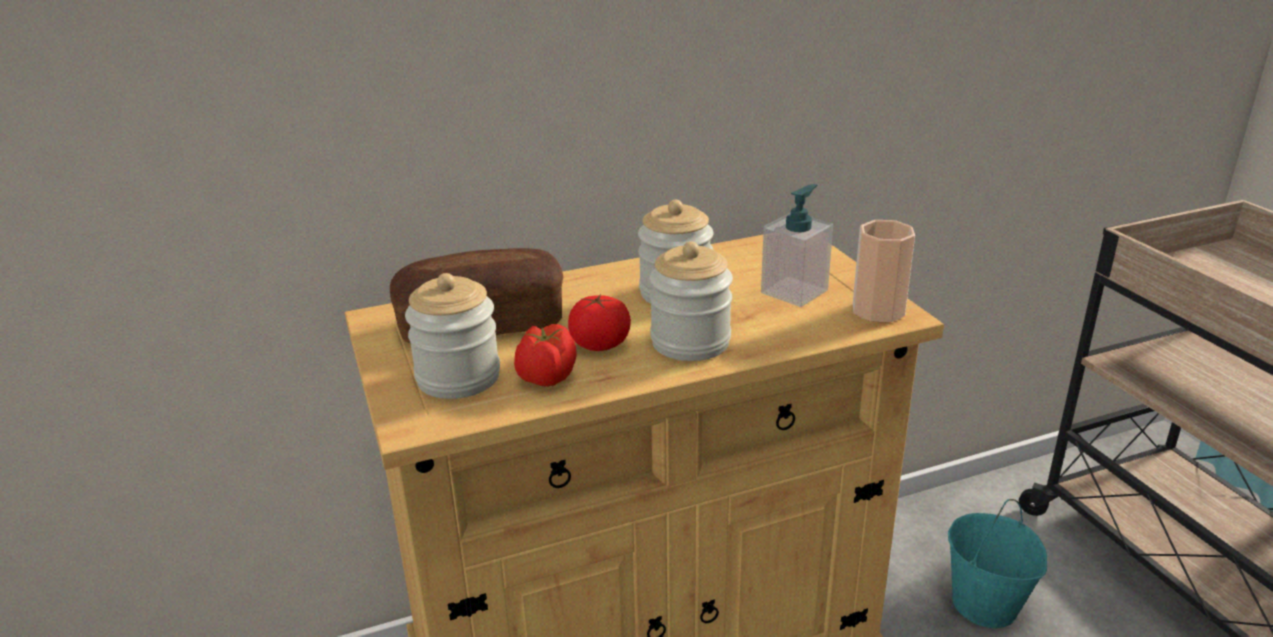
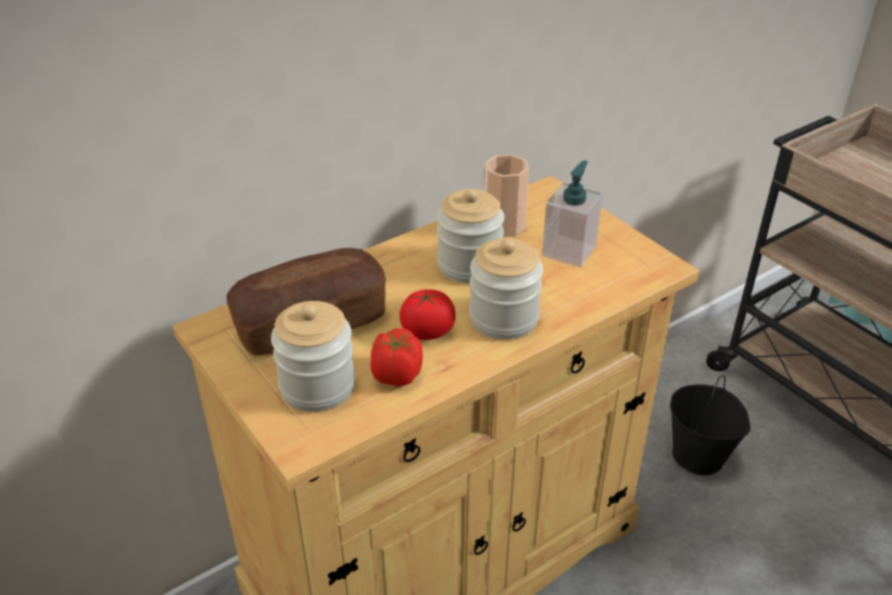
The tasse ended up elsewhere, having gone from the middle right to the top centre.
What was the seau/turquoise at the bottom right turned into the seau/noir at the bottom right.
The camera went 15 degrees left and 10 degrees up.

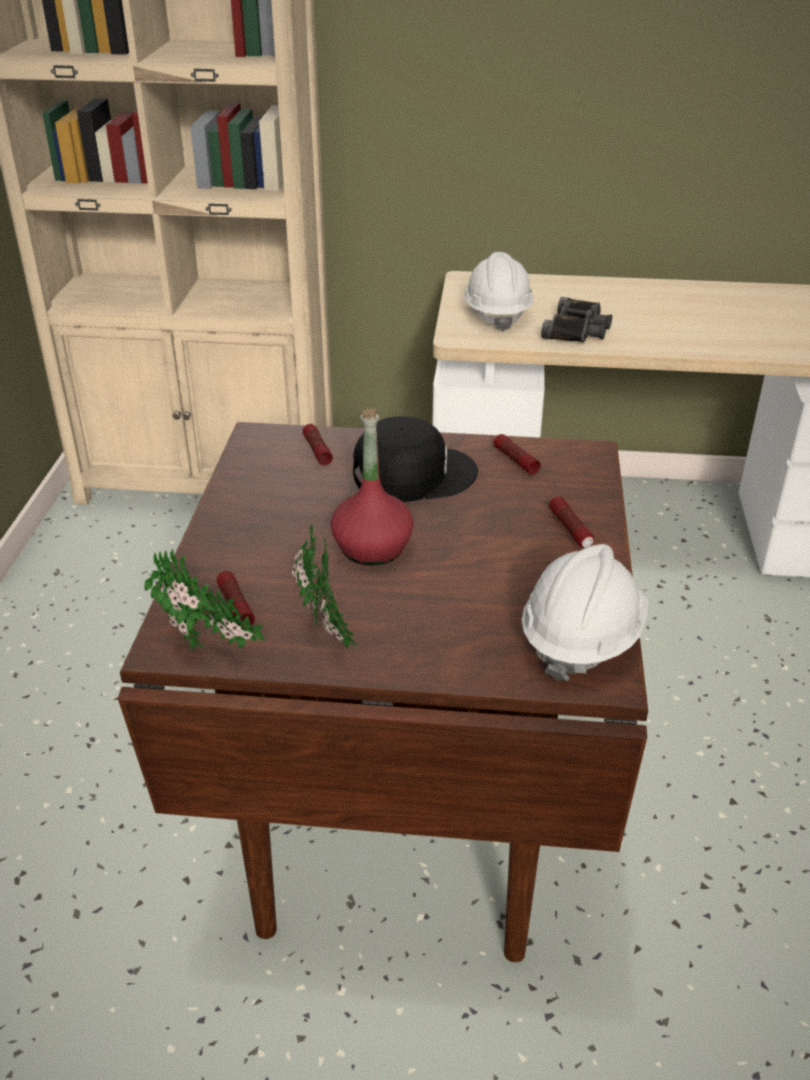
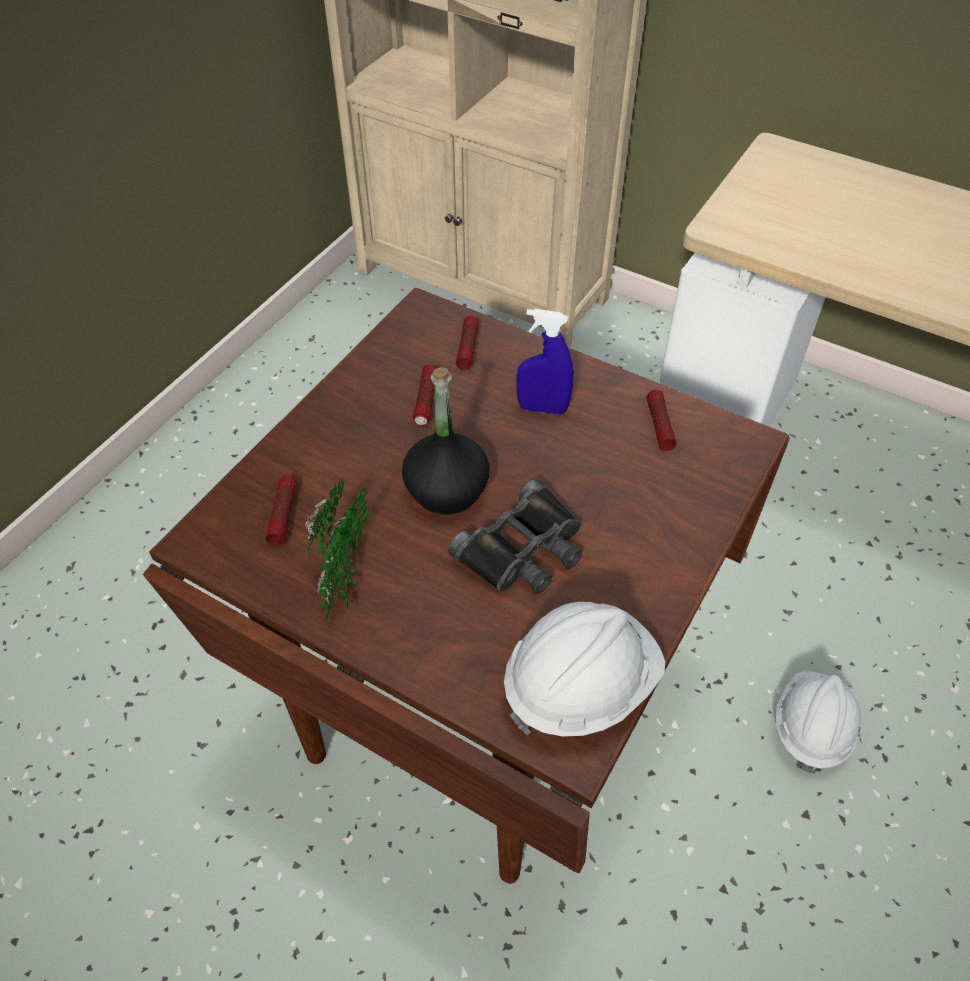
The second view lost the plante en pot (1st from left) at the middle left.
The casque de chantier/blanc (1st from left in the first image) ended up elsewhere, having gone from the top centre to the bottom right.
The jumelles/noir ended up elsewhere, having gone from the top right to the centre.
The lampe de poche (4th from left in the first image) ended up elsewhere, having gone from the middle right to the centre.
Where the casquette/noir stood at the centre, the vaporisateur/bleu came to stand at the centre.
What was the bouteille/rouge at the centre turned into the bouteille/noir at the centre.
The camera went 25 degrees right and 15 degrees up.

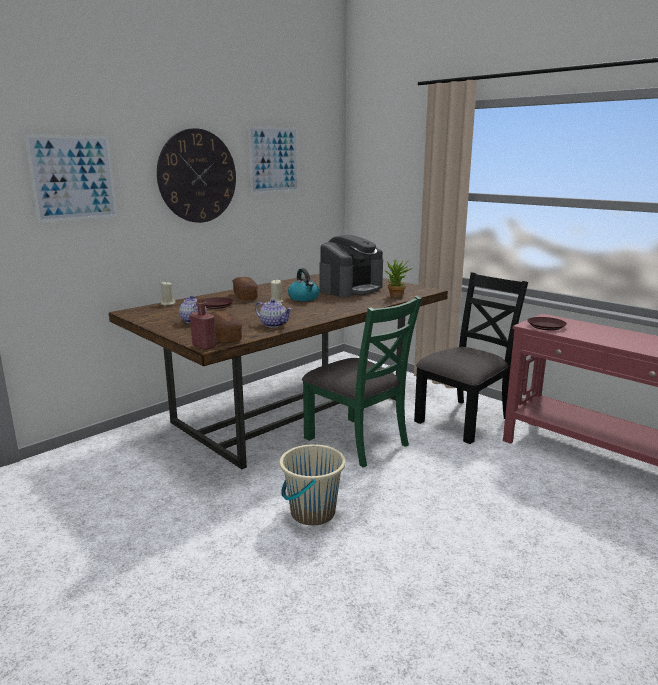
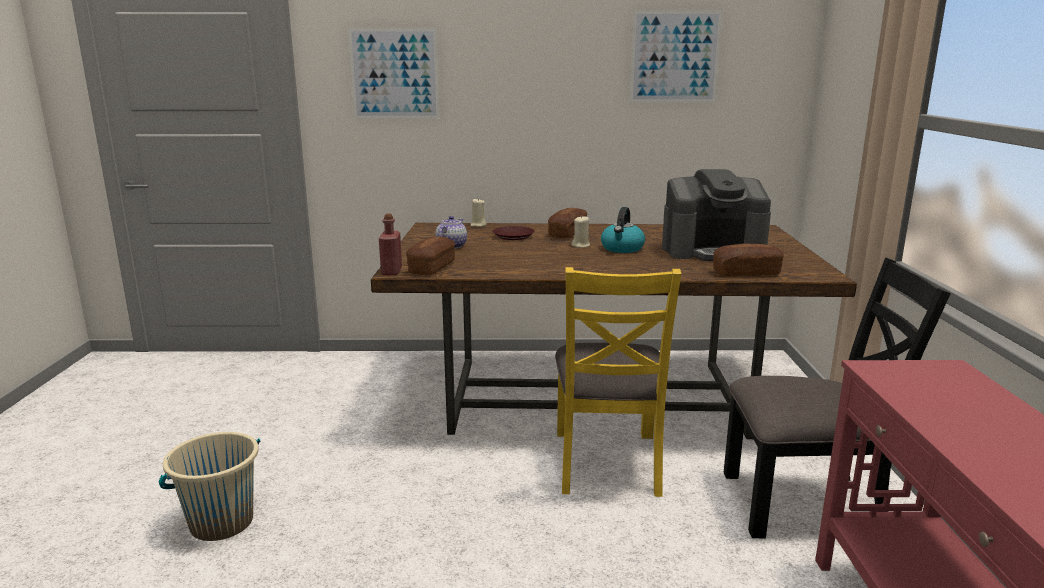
The second view lost the horloge murale at the top left.
The second view lost the théière (2nd from left) at the centre.
The second view lost the assiette/marron (2nd from left) at the middle right.
The seau/beige ended up elsewhere, having gone from the bottom centre to the bottom left.
Where the plante en pot stood at the centre, the pain (3rd from left) came to stand at the middle right.
What was the chaise/vert at the centre turned into the chaise/jaune at the centre.
The camera went 45 degrees right and 0 degrees up.

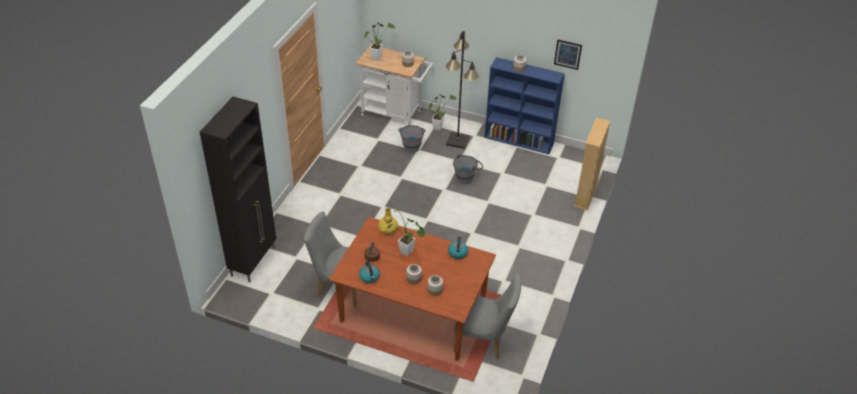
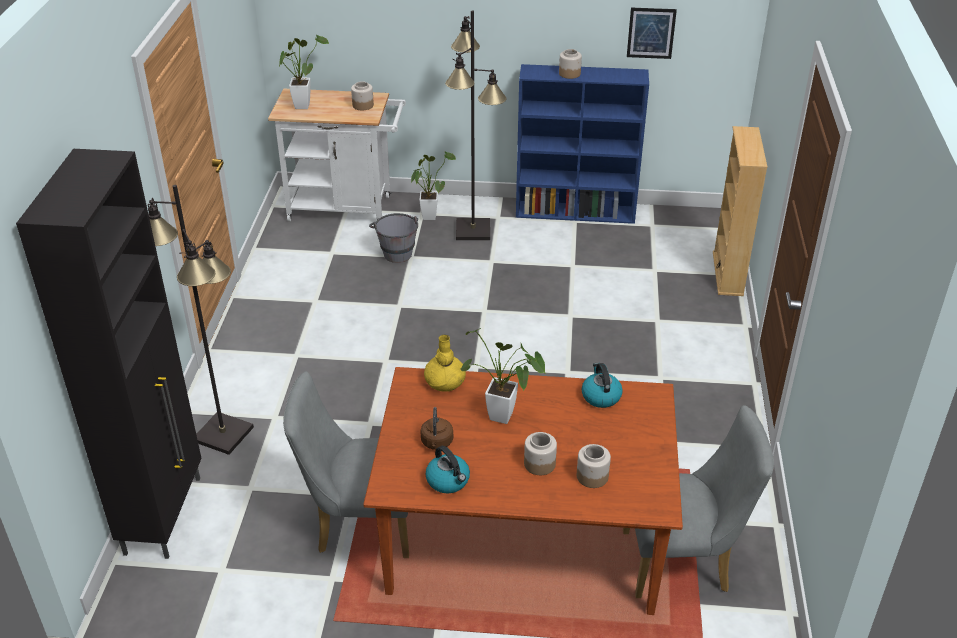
The second view lost the seau/gris (2nd from left) at the centre.
The second view gained the lampadaire/noir (1st from left) at the middle left.
The camera went 15 degrees left and 5 degrees down.

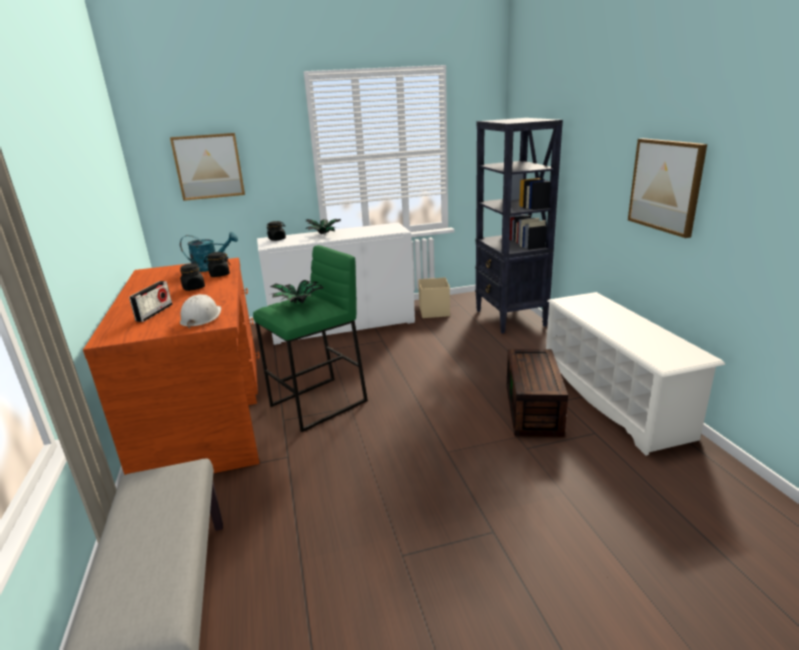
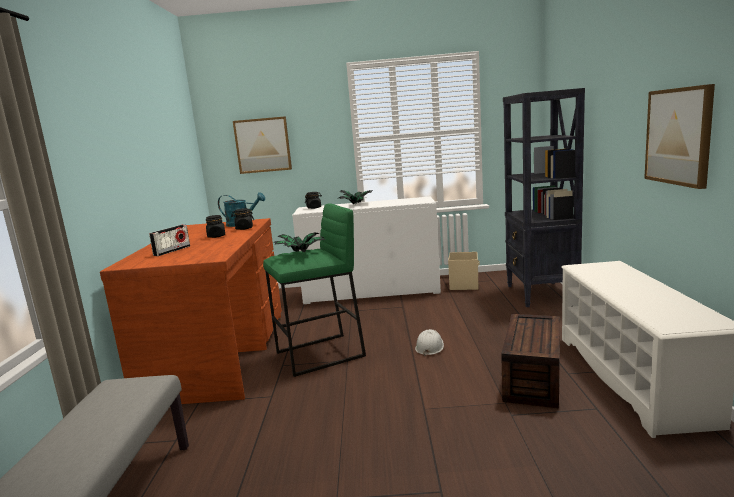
The casque de chantier/blanc ended up elsewhere, having gone from the middle left to the bottom centre.
The camera went 15 degrees right and 10 degrees down.

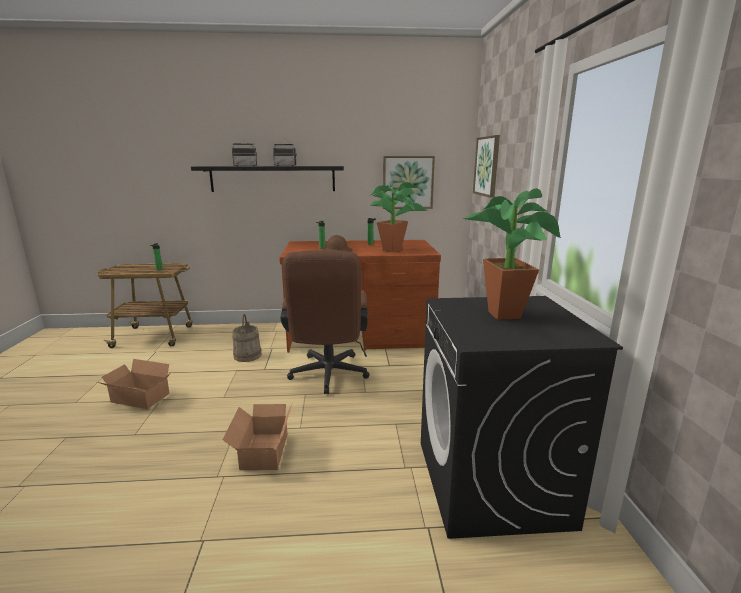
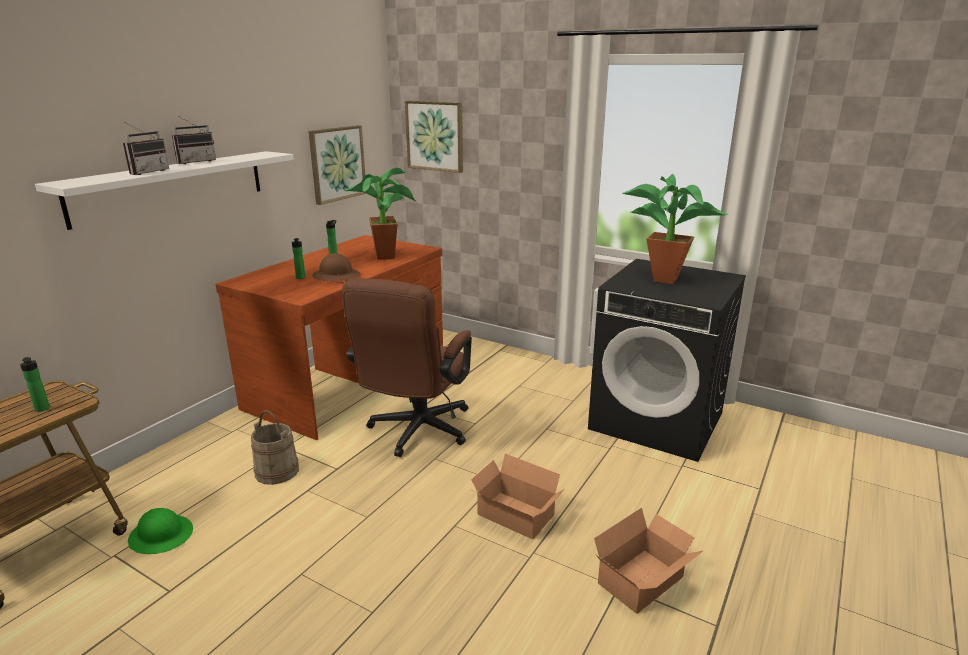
The second view gained the casque de chantier/vert at the bottom left.
The carton (1st from left in the first image) ended up elsewhere, having gone from the middle left to the bottom right.
What was the étagère/noir at the top centre turned into the étagère/blanc at the top left.
The chaise de bureau/marron at the centre ended up facing another way, 75 degrees clockwise from before.
The camera went 55 degrees left and 5 degrees up.

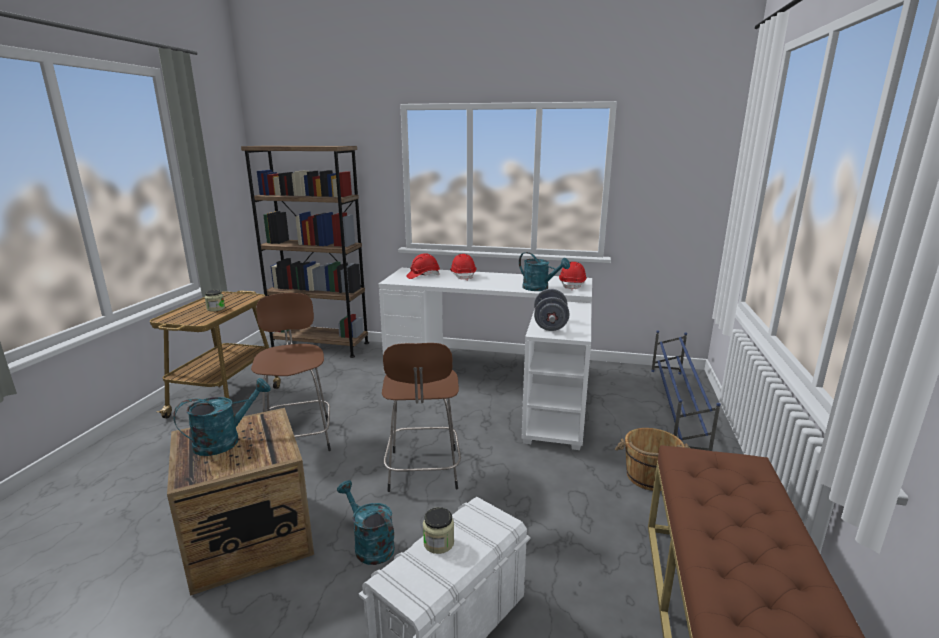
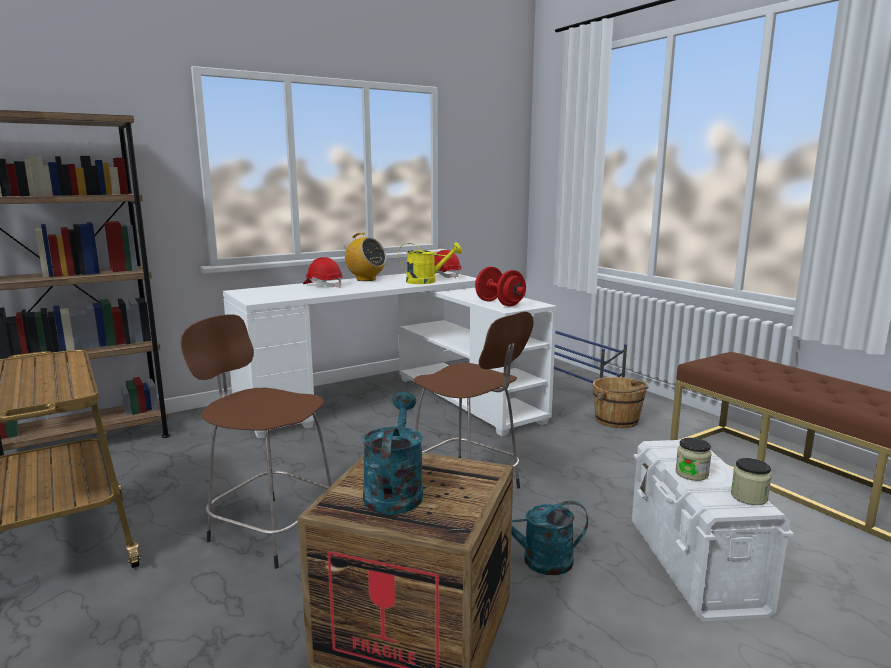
The second view lost the casque de chantier/rouge (1st from left) at the centre.
The second view gained the radio at the centre.
The bocal (1st from left in the first image) ended up elsewhere, having gone from the middle left to the bottom right.
What was the arrosoir/turquoise (3rd from left) at the centre turned into the arrosoir/jaune at the centre.
What was the haltère/gris at the centre turned into the haltère/rouge at the centre.
The camera went 45 degrees left and 5 degrees down.

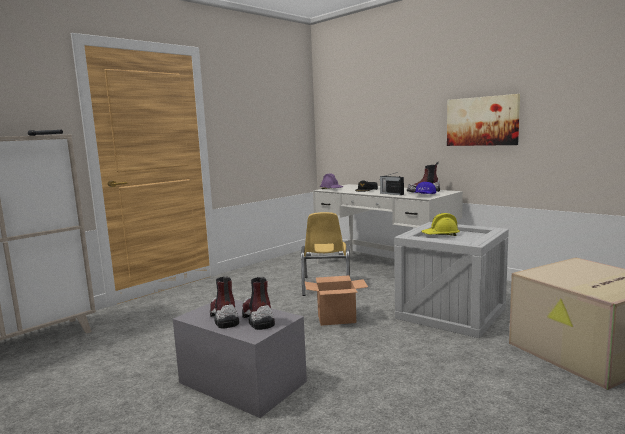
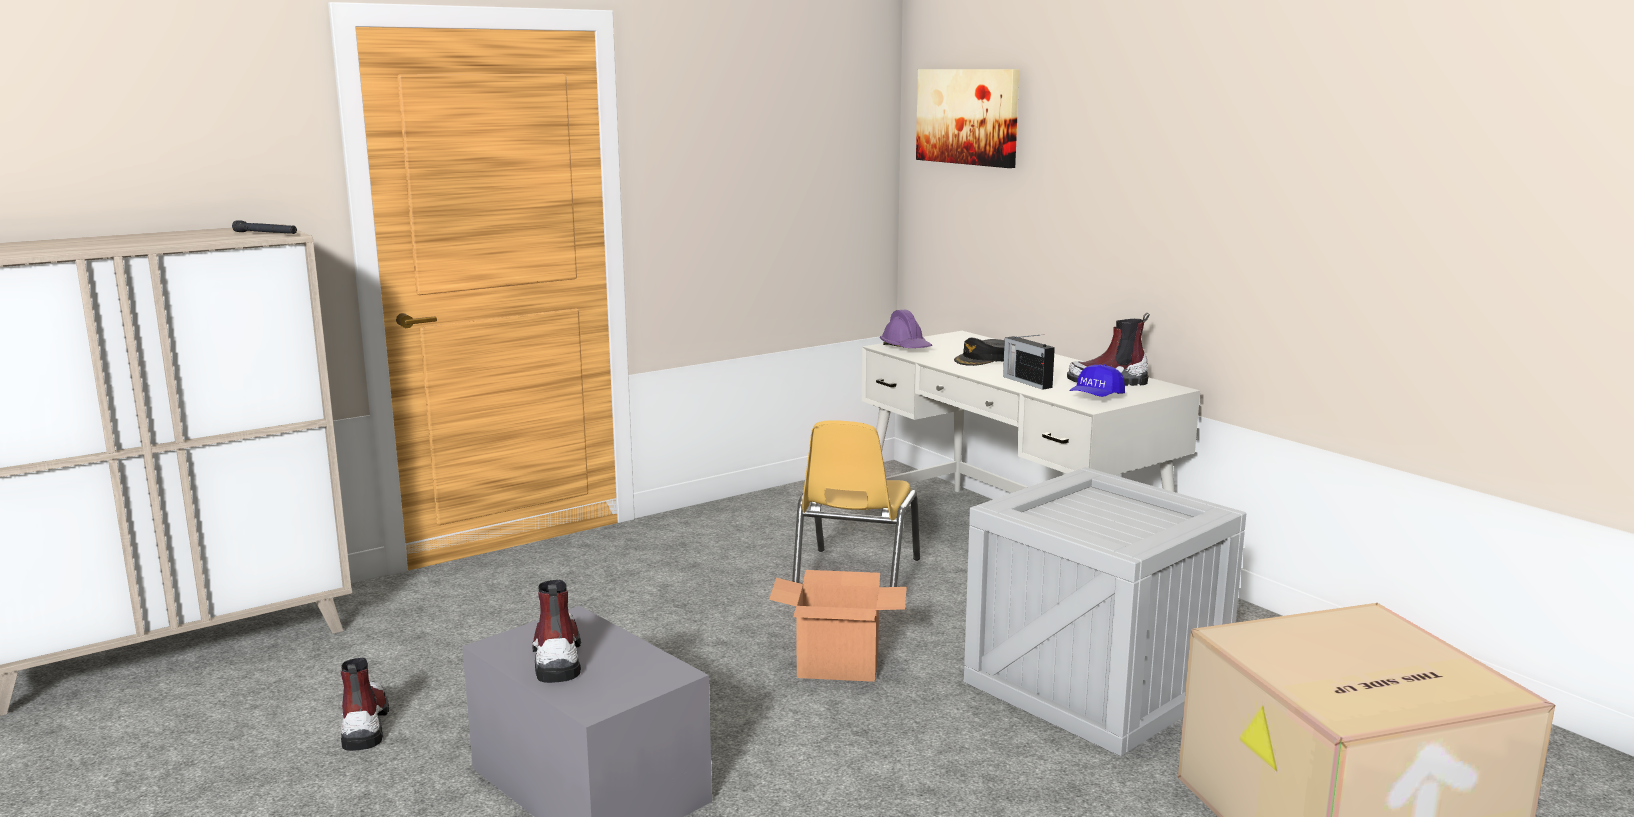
The second view lost the casque de chantier/jaune at the middle right.
The botte (2nd from left in the first image) ended up elsewhere, having gone from the bottom centre to the bottom left.
The tableau ended up elsewhere, having gone from the top right to the top centre.
The camera went 10 degrees right and 5 degrees up.

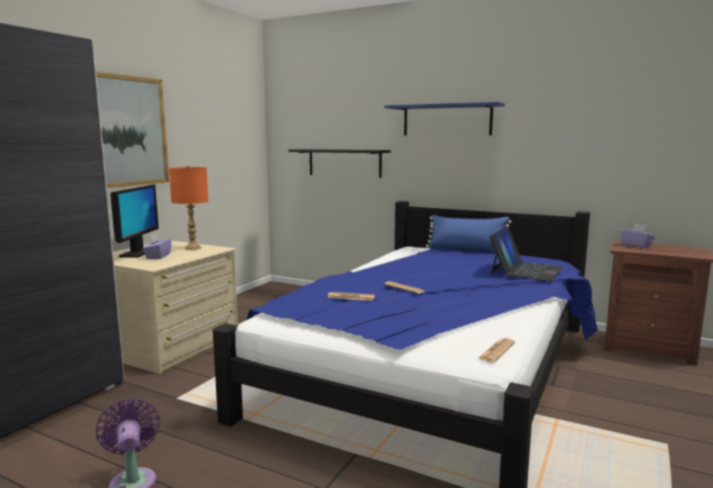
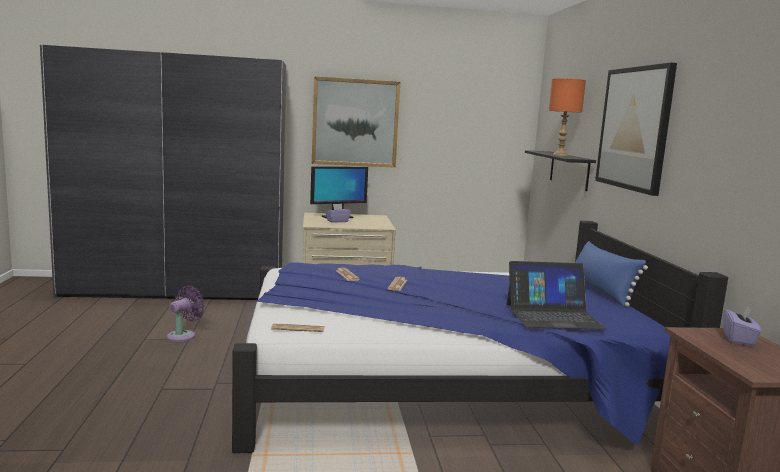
The lampe de table/orange ended up elsewhere, having gone from the middle left to the top right.
Where the étagère/bleu hung at the top centre, the tableau (2nd from left) came to hang at the top right.
The camera went 55 degrees right and 0 degrees up.

